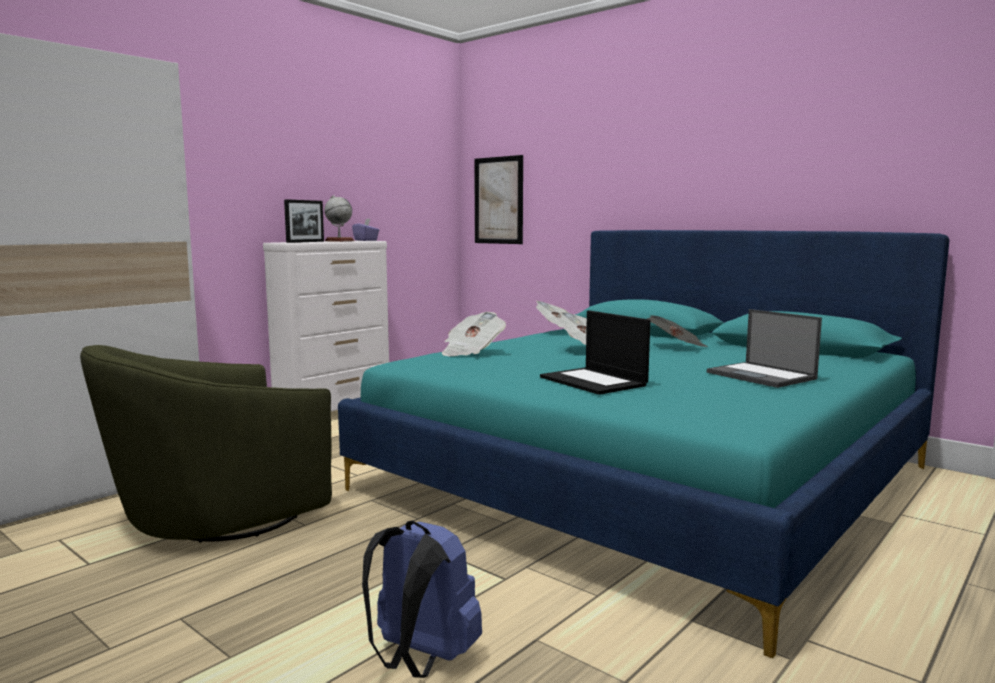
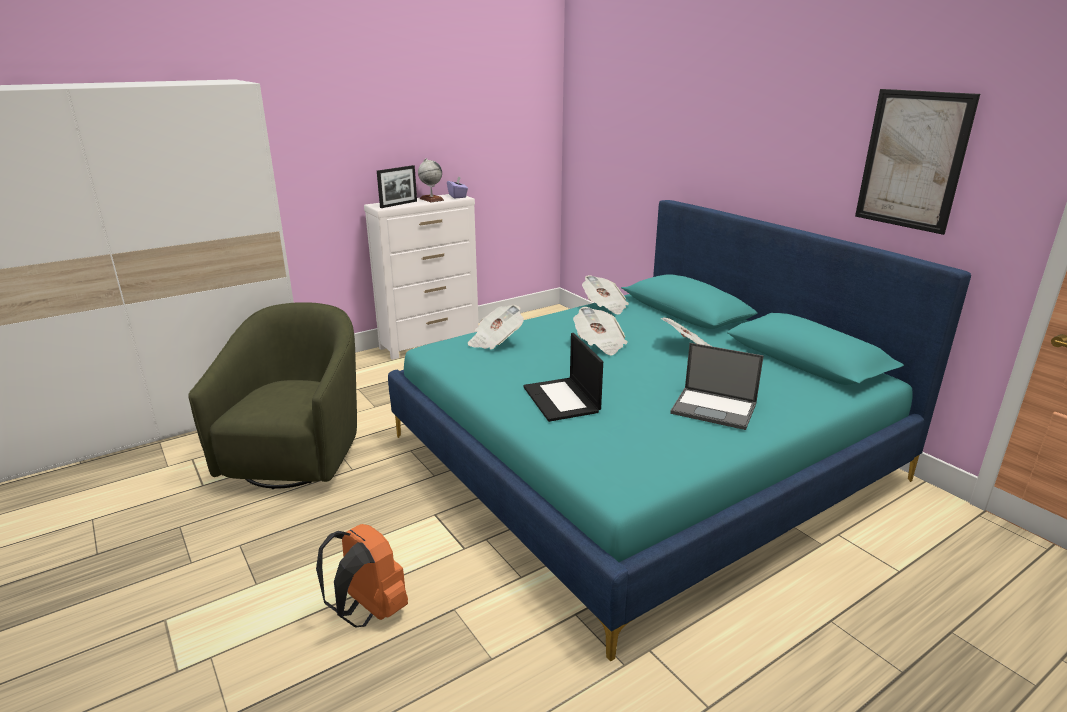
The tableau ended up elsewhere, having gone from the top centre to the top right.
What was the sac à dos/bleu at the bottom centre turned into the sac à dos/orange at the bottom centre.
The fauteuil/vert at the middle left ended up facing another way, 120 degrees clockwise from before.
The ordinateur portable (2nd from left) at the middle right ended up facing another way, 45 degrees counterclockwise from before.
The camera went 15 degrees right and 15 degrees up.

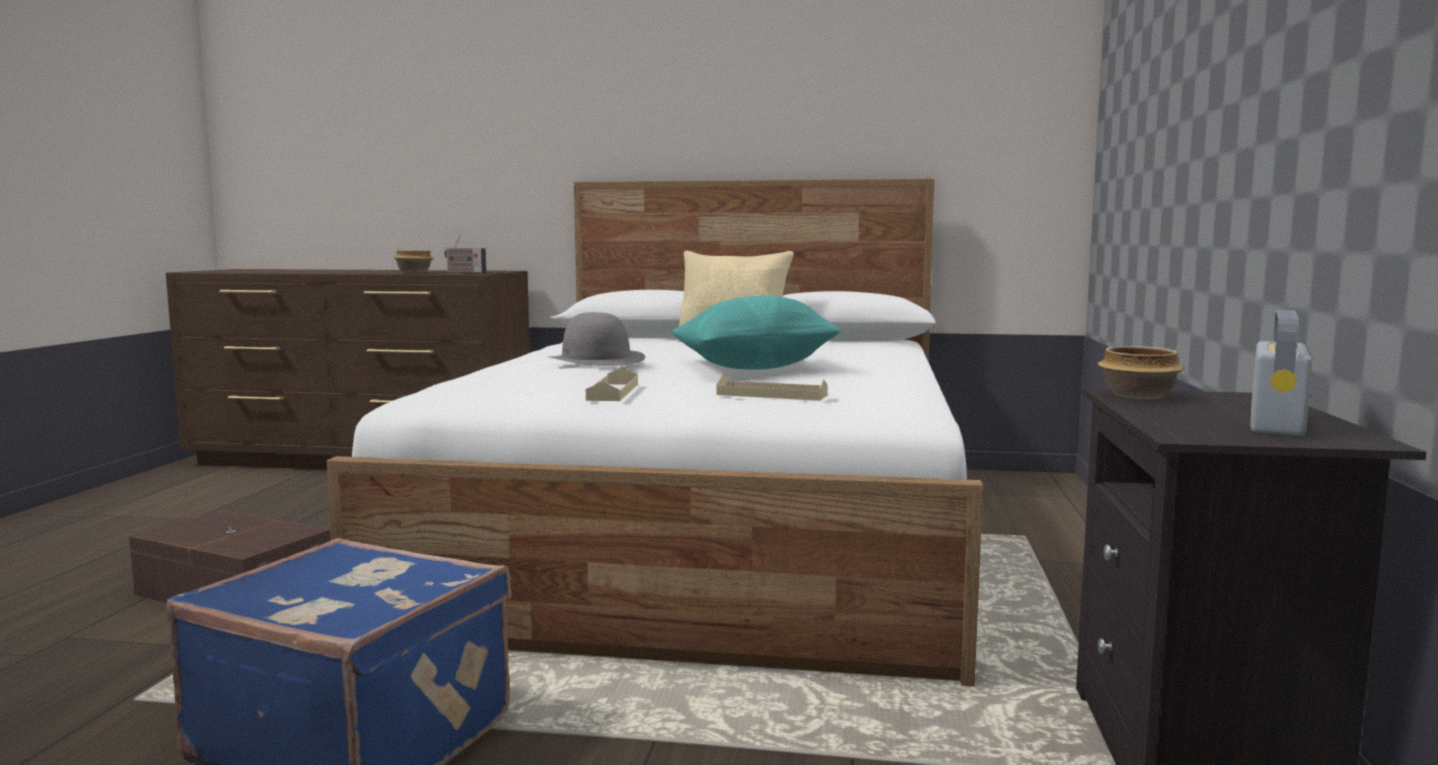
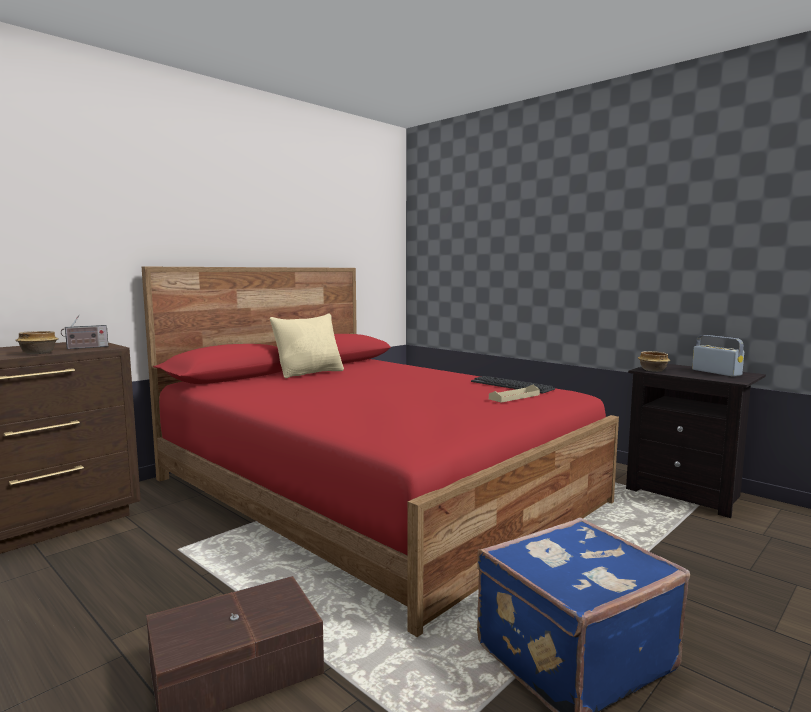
The second view lost the chapeau/gris at the centre.
The second view lost the plateau/beige (1st from left) at the centre.
The second view lost the coussin/turquoise at the centre.
The second view gained the clavier at the centre.
What was the lit/blanc at the centre turned into the lit/rouge at the centre.
The camera went 55 degrees left and 0 degrees up.

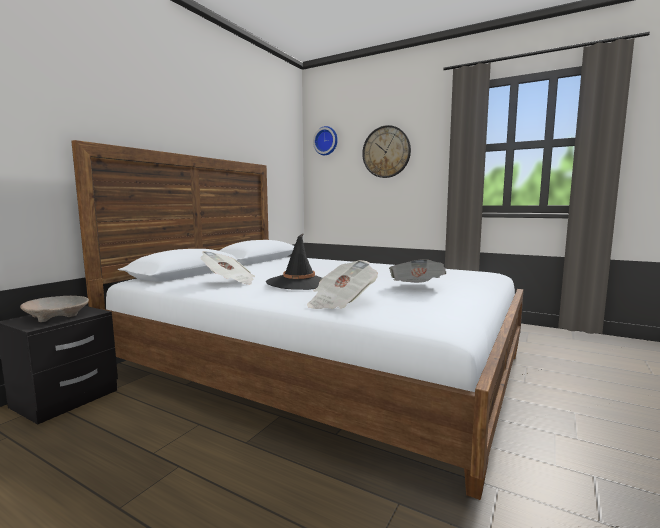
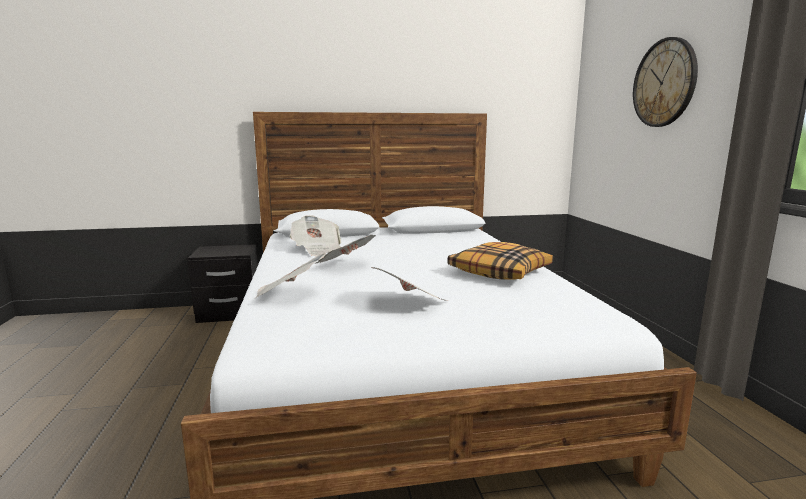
The second view lost the bol/beige at the middle left.
The second view lost the horloge murale (1st from left) at the top centre.
The second view gained the coussin at the centre.
Where the chapeau/noir stood at the centre, the journal (3rd from left) came to stand at the centre.
The camera went 50 degrees right and 5 degrees up.

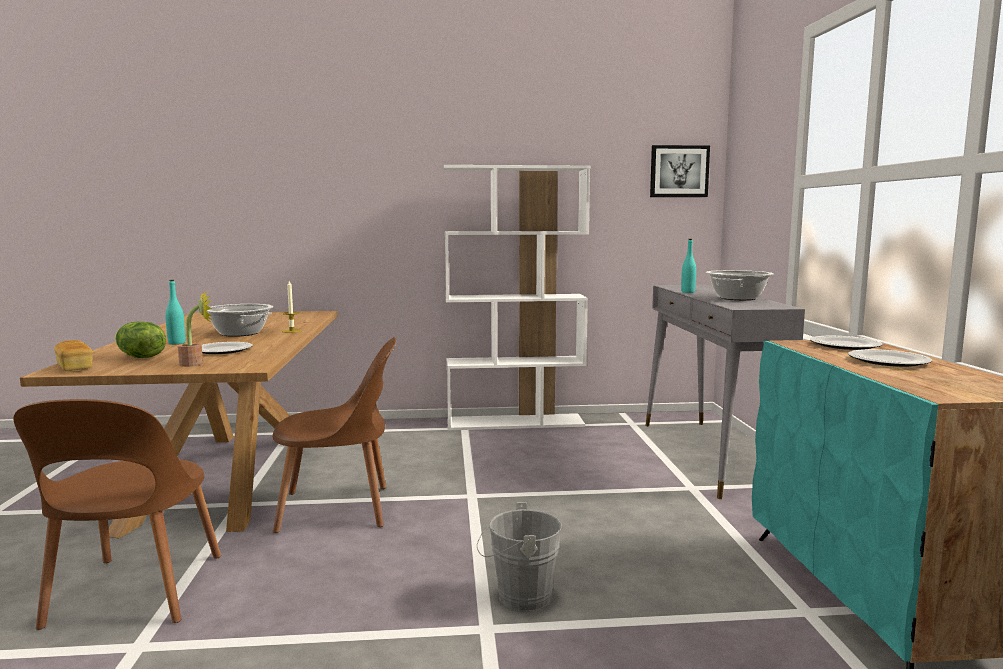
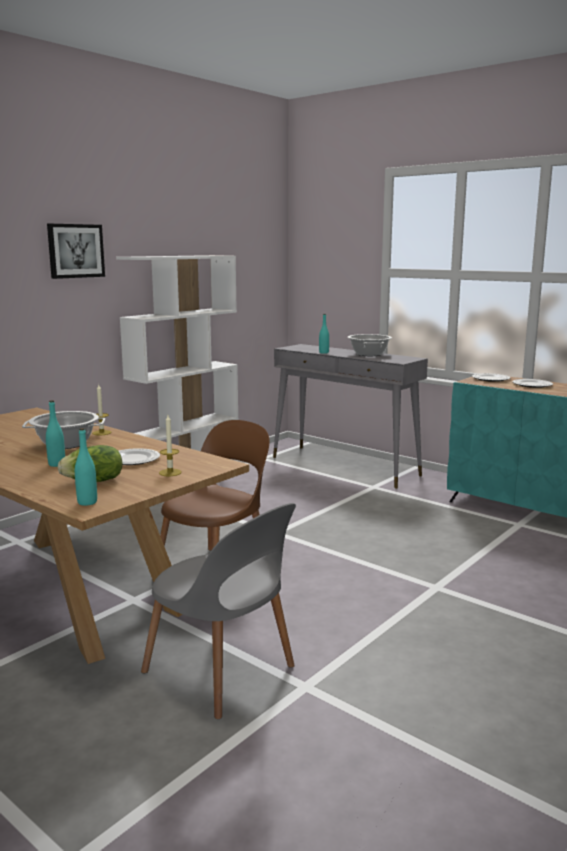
The second view lost the seau/gris at the bottom centre.
The tableau ended up elsewhere, having gone from the top right to the top left.
Where the pain stood at the middle left, the bouteille/turquoise (2nd from left) came to stand at the middle left.
Where the plante en pot stood at the middle left, the bougie (2nd from left) came to stand at the middle left.
What was the chaise/marron (1st from left) at the bottom left turned into the chaise/gris at the bottom centre.
The camera went 45 degrees left and 5 degrees up.

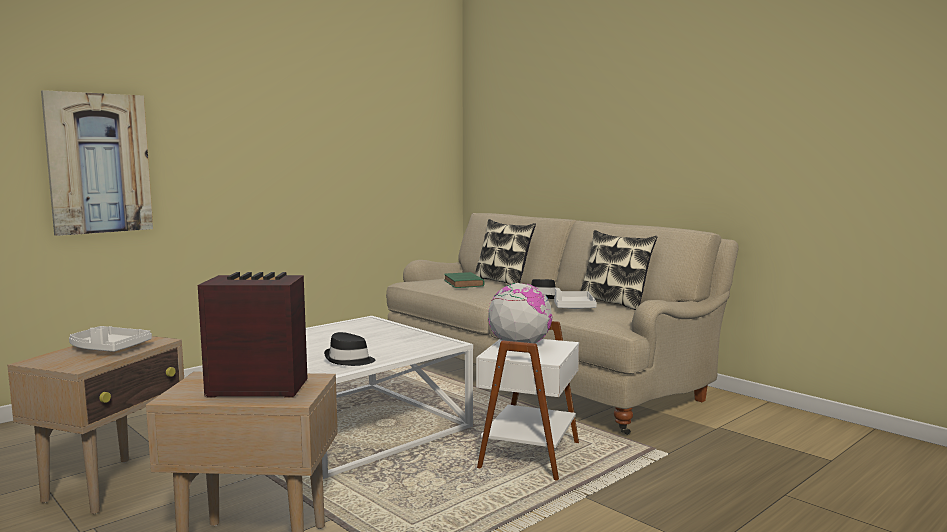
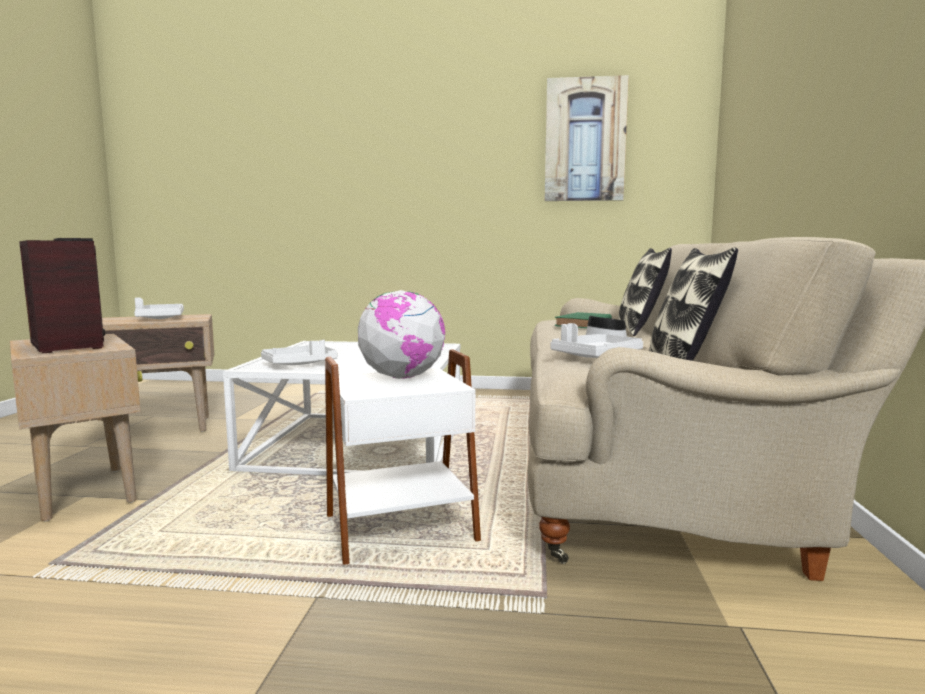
The tableau ended up elsewhere, having gone from the top left to the top centre.
Where the chapeau/noir (1st from left) stood at the centre, the plateau/blanc (2nd from left) came to stand at the middle left.
The camera went 50 degrees right and 0 degrees up.

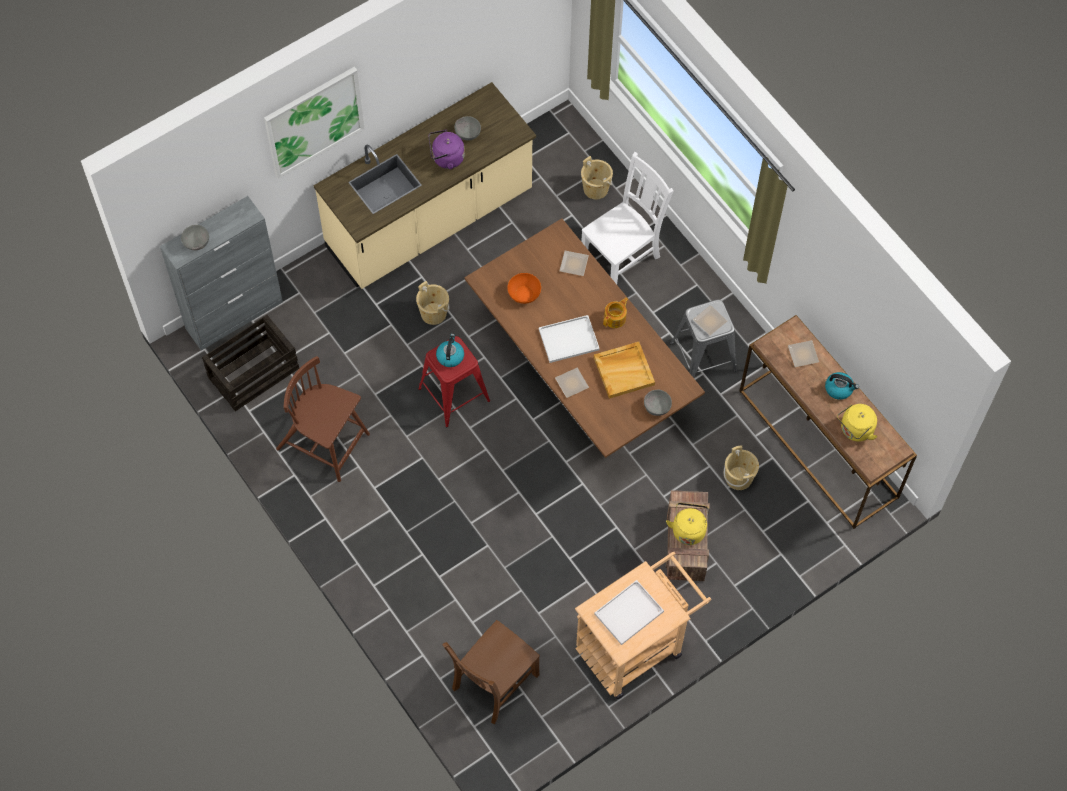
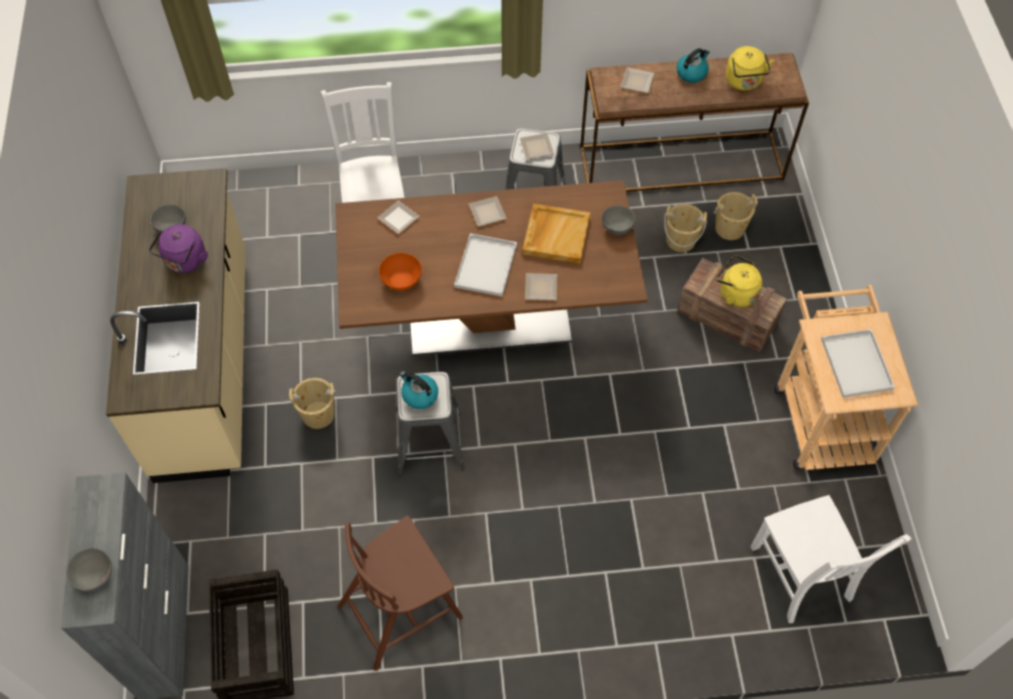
The second view lost the tableau at the top left.
The seau/beige (2nd from left in the first image) ended up elsewhere, having gone from the top centre to the top right.
Where the théière stood at the centre, the assiette (2nd from left) came to stand at the top centre.
What was the tabouret/rouge at the centre turned into the tabouret/gris (1st from left) at the centre.
What was the chaise/marron (2nd from left) at the bottom centre turned into the chaise/blanc (2nd from left) at the bottom right.
The camera went 60 degrees left and 5 degrees down.

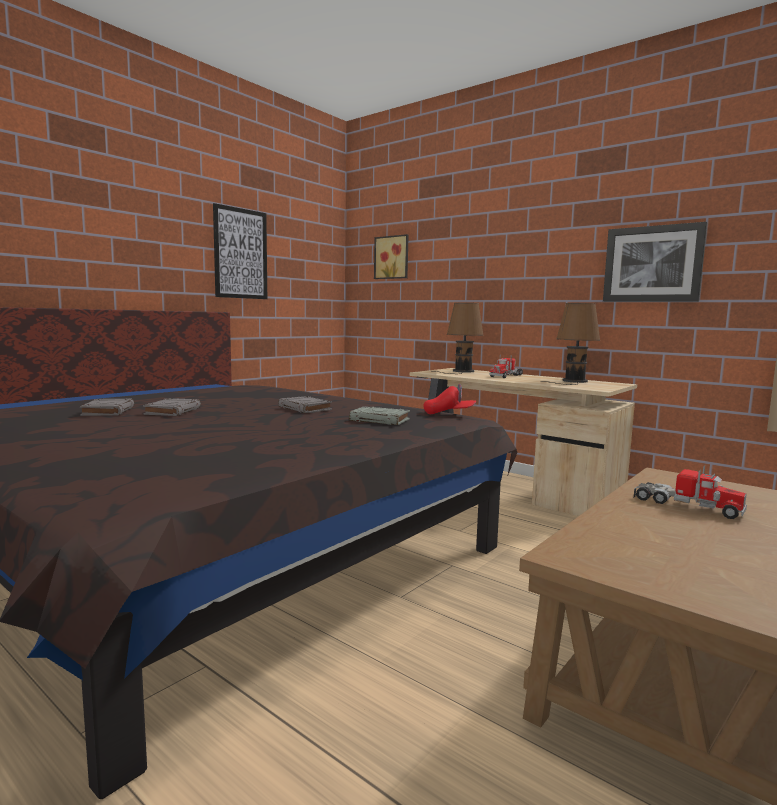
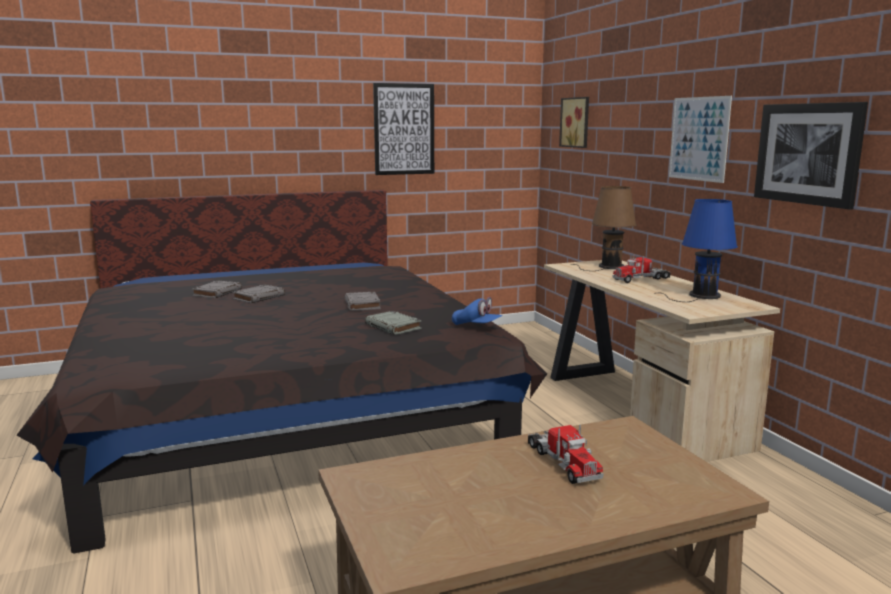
The second view gained the tableau (3rd from left) at the top right.
What was the casquette/rouge at the centre turned into the casquette/bleu at the centre.
What was the lampe de table/marron (2nd from left) at the middle right turned into the lampe de table/bleu at the middle right.
The camera went 30 degrees right and 5 degrees up.

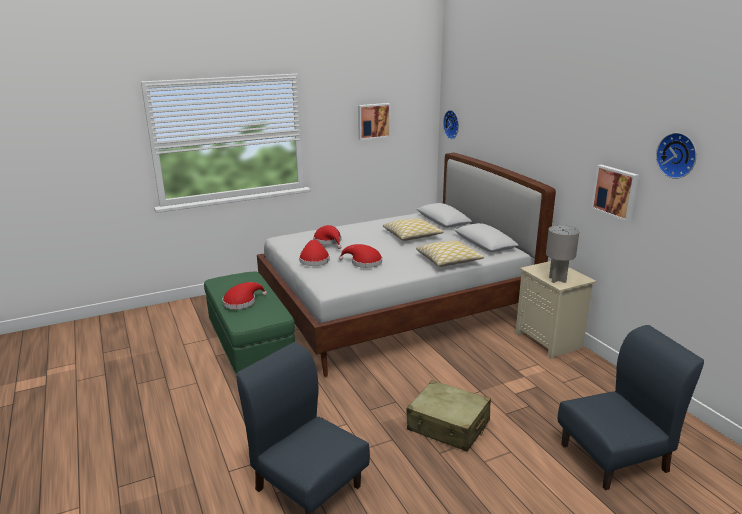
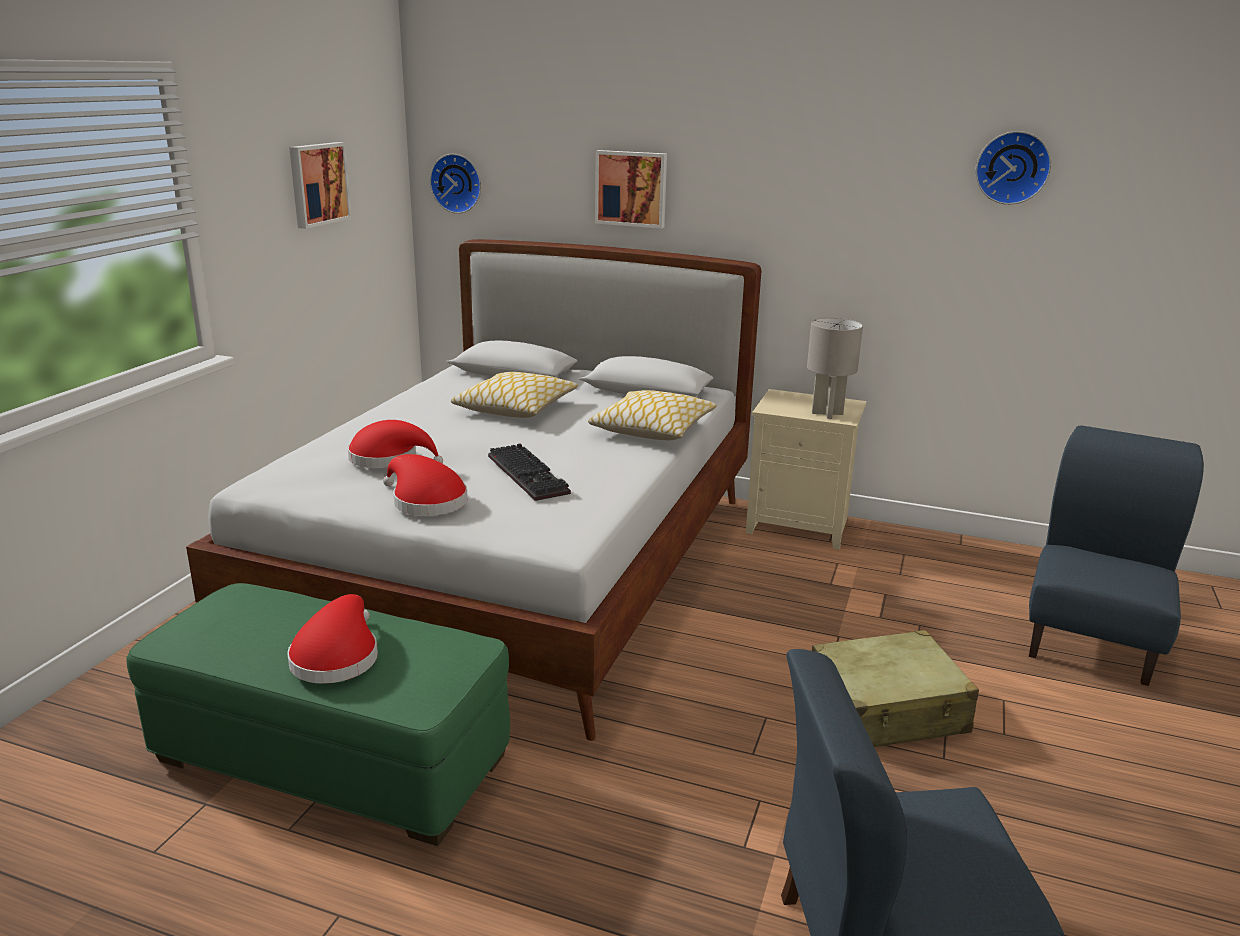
The tableau (2nd from left) ended up elsewhere, having gone from the middle right to the top centre.
Where the chapeau/rouge (4th from left) stood at the centre, the clavier came to stand at the centre.
The camera went 45 degrees left and 0 degrees up.

